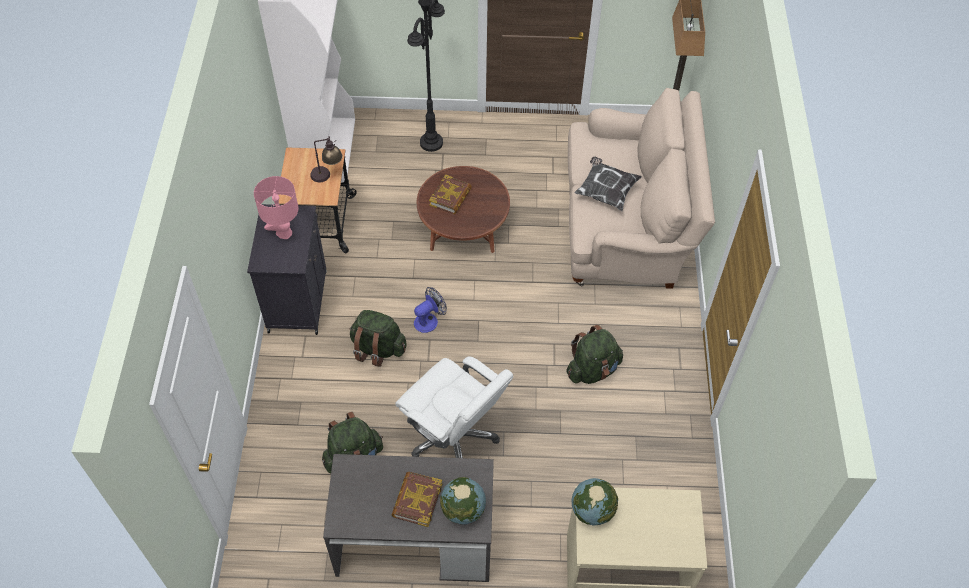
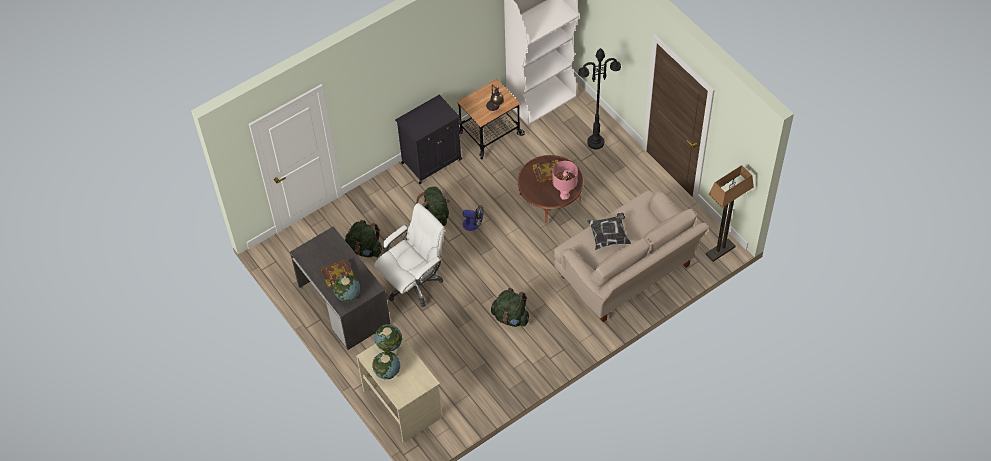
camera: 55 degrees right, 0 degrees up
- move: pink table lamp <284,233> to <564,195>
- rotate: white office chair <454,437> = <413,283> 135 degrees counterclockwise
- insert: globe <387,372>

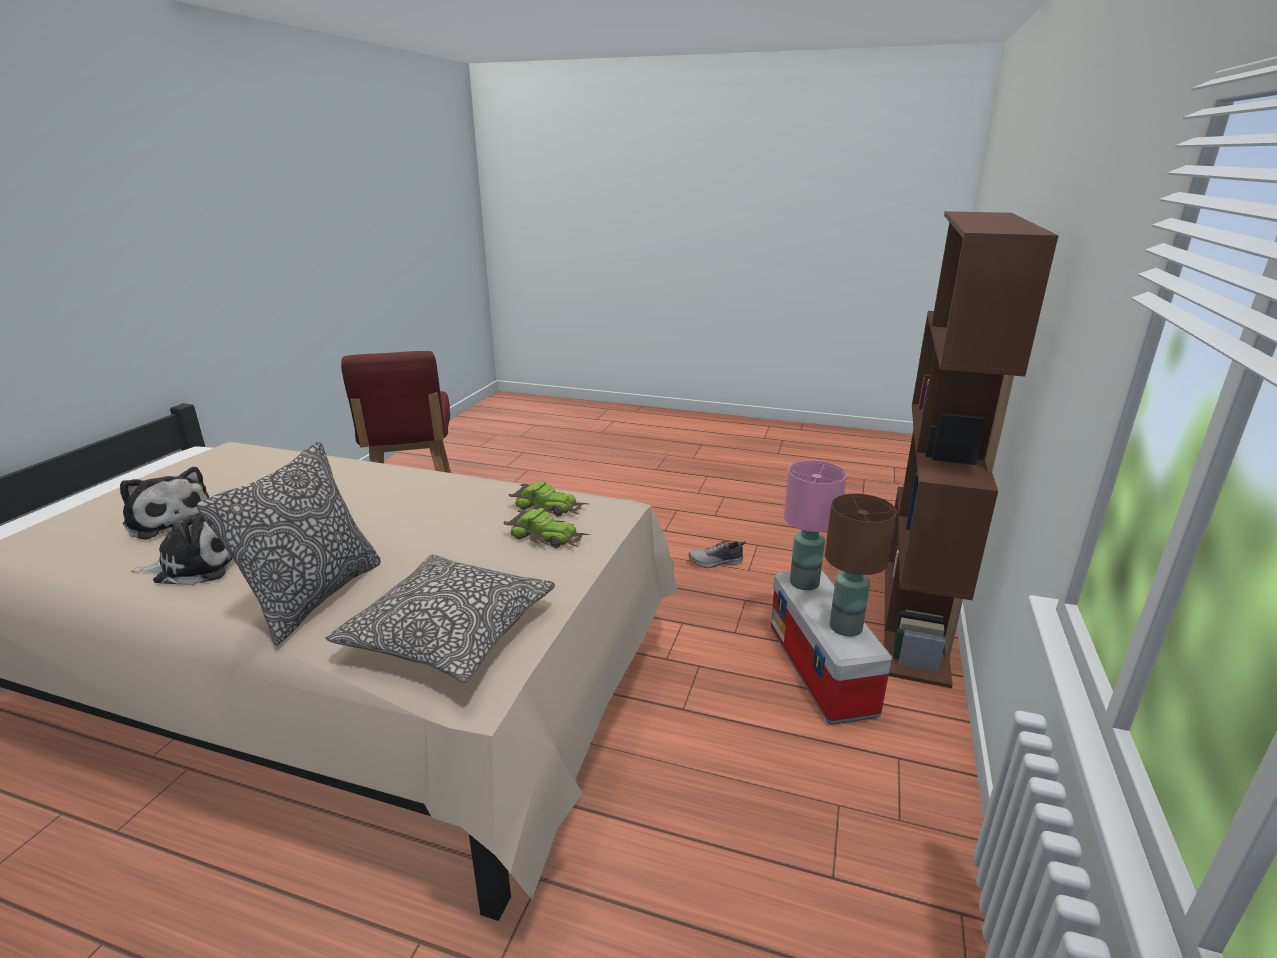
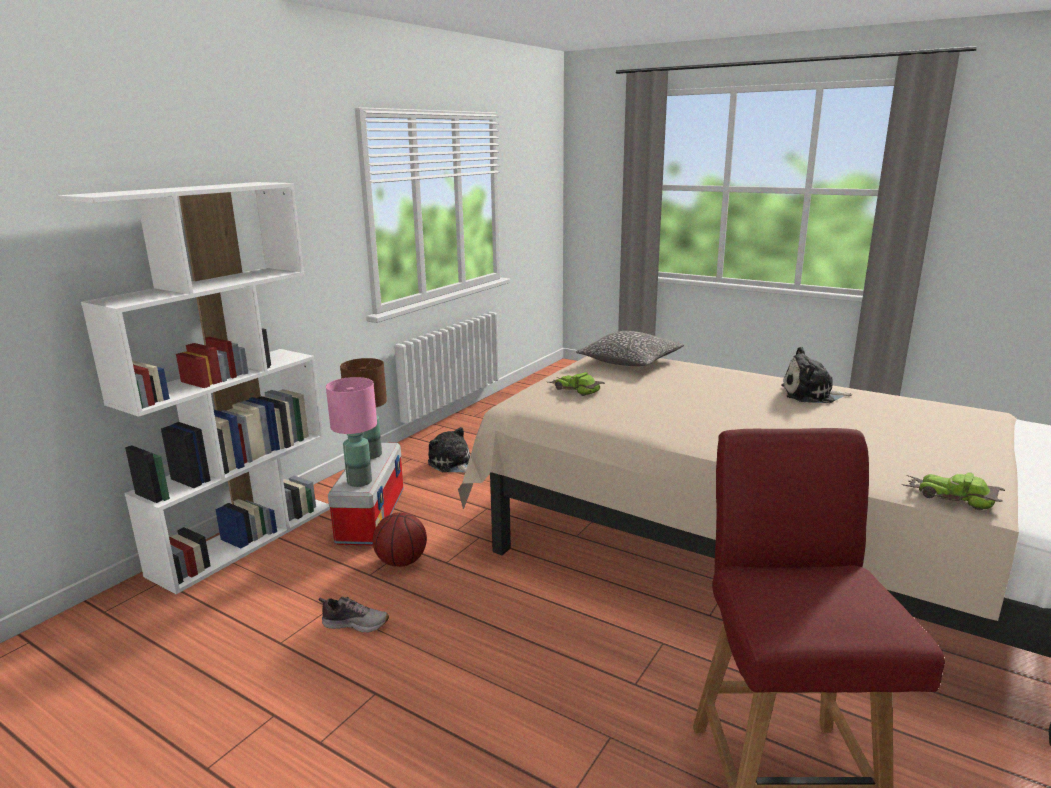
camera: 165 degrees left, 5 degrees down
- move: plush toy <168,519> to <452,464>
- delete: pillow <315,597>
- move: toy car <549,507> to <951,497>
- recolor: brown bookcase <915,617> to white bookcase <245,538>
- insert: basketball <401,561>

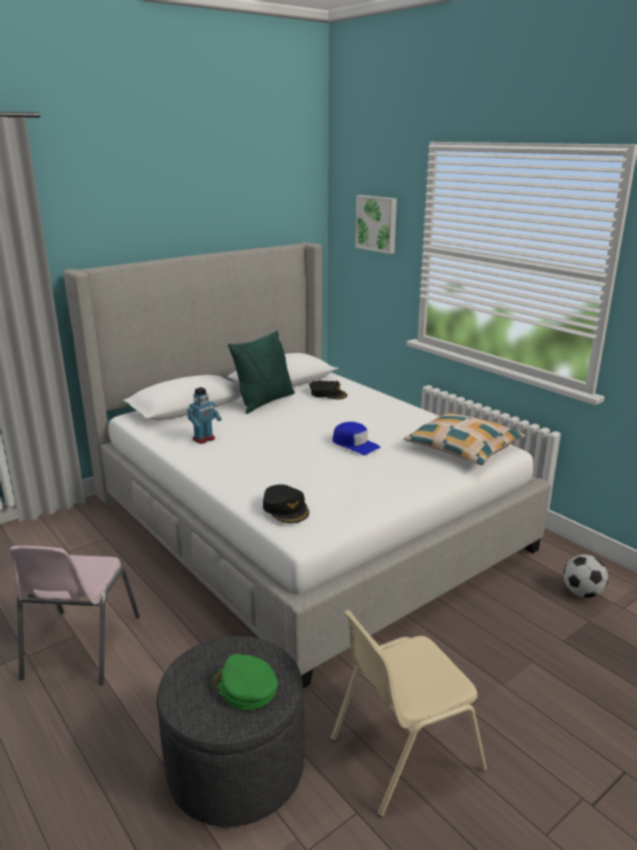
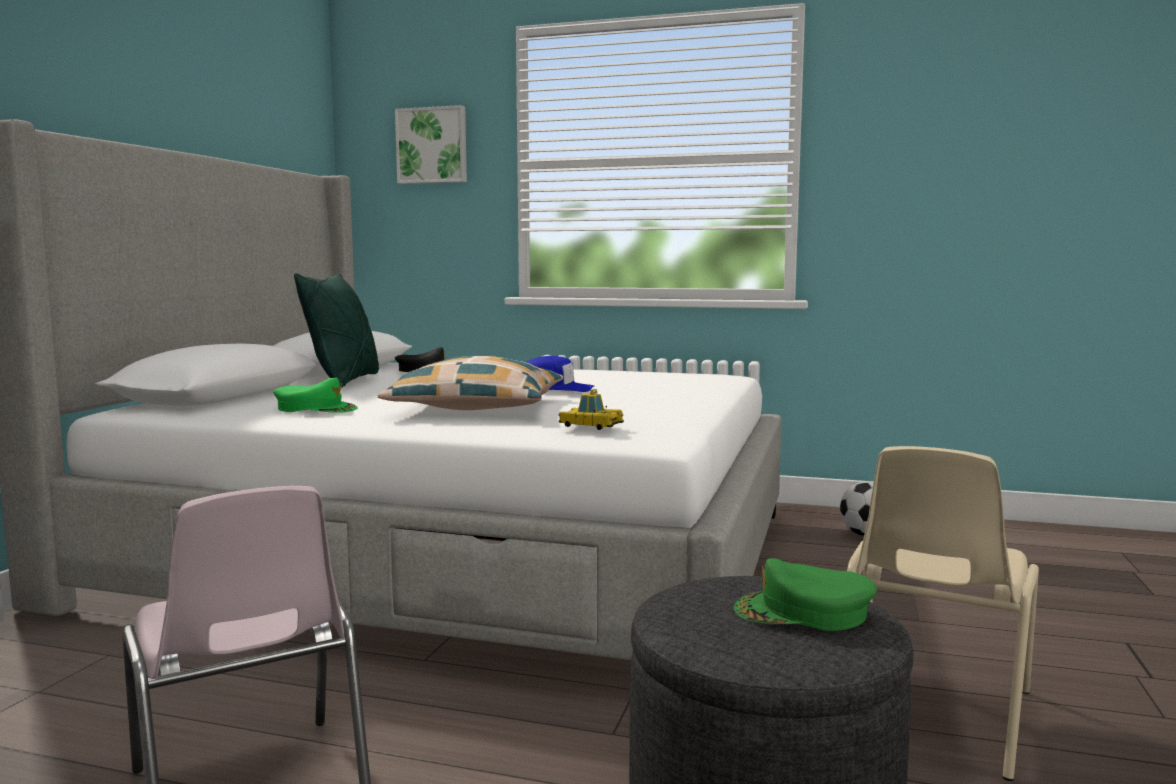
camera: 35 degrees left, 15 degrees down
- replace: toy robot <204,439> to green cap <316,409>
- replace: black cap <286,509> to toy car <590,425>
- move: pillow <463,448> to <478,407>

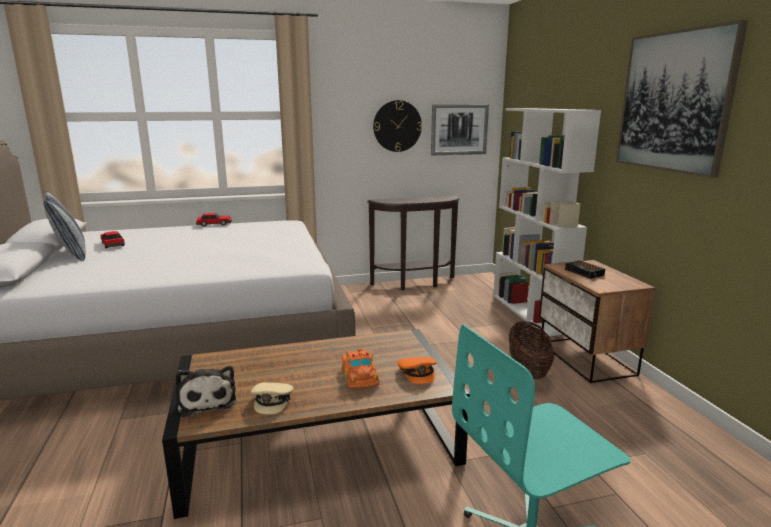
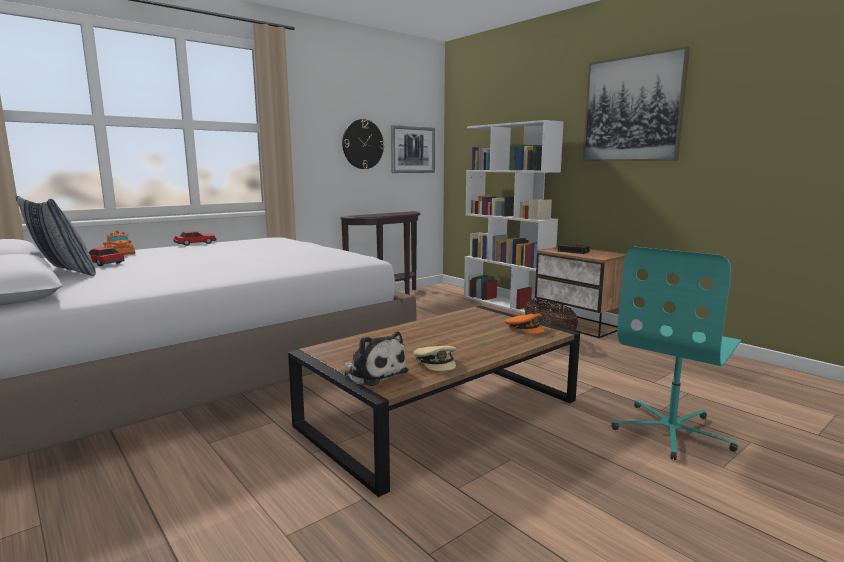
camera: 25 degrees left, 5 degrees down
- move: orange toy car <360,376> to <120,253>

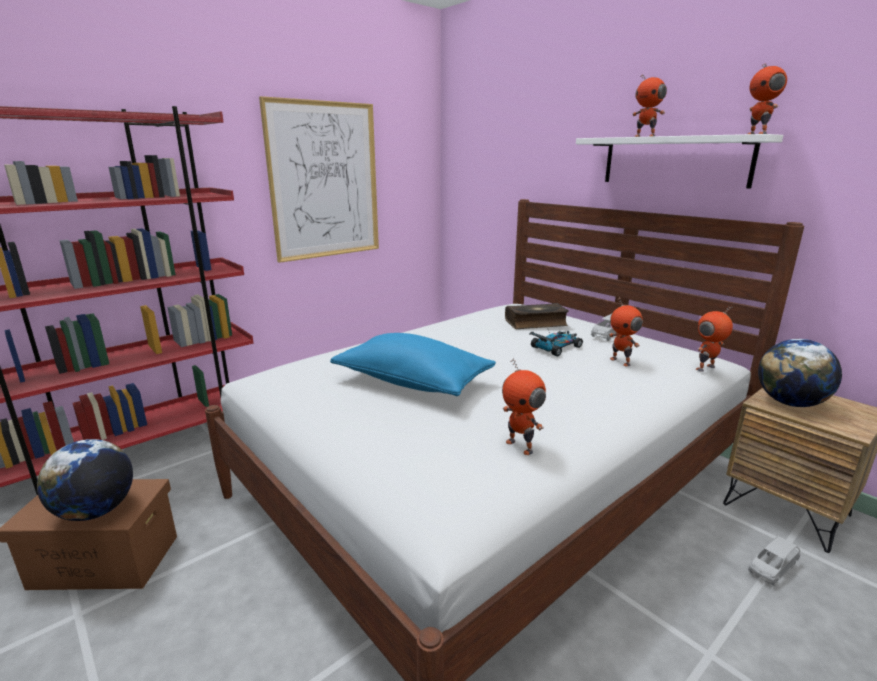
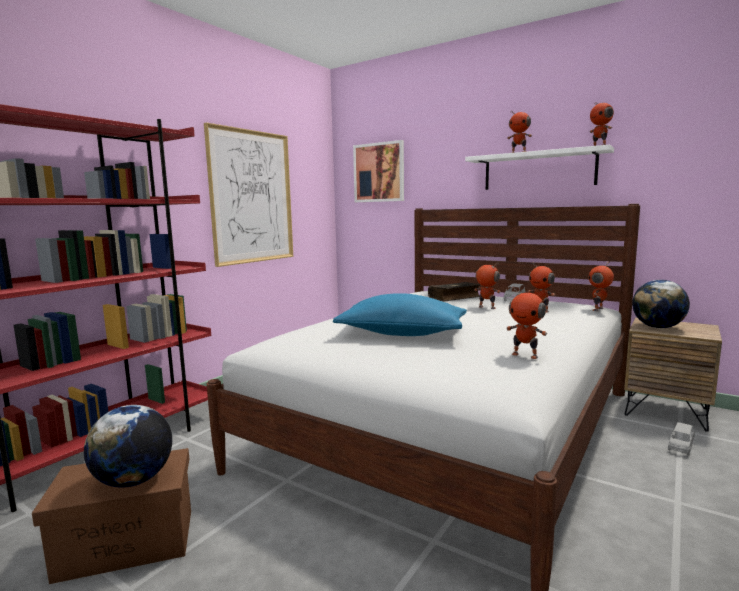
camera: 15 degrees left, 10 degrees down
- replace: toy car <556,347> to toy robot <486,308>
- insert: picture <379,172>

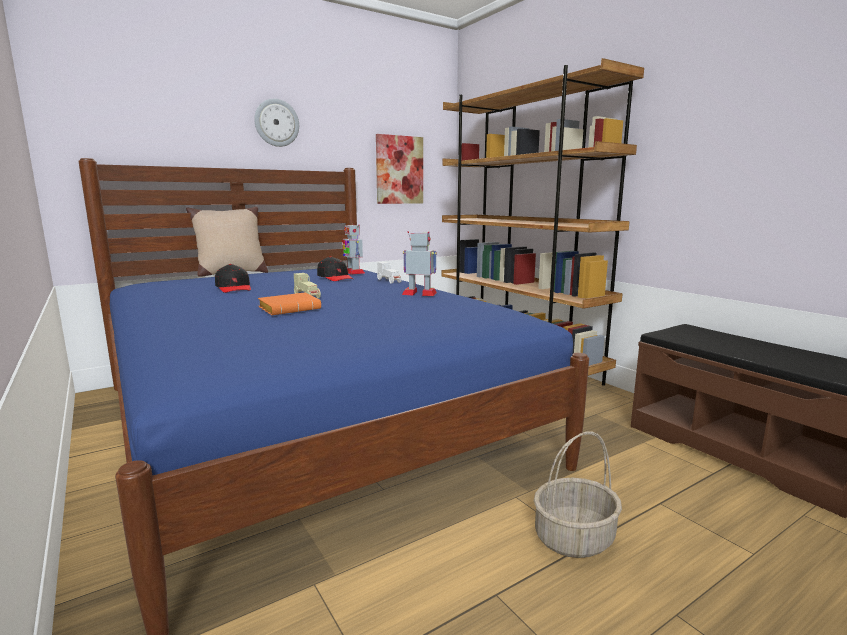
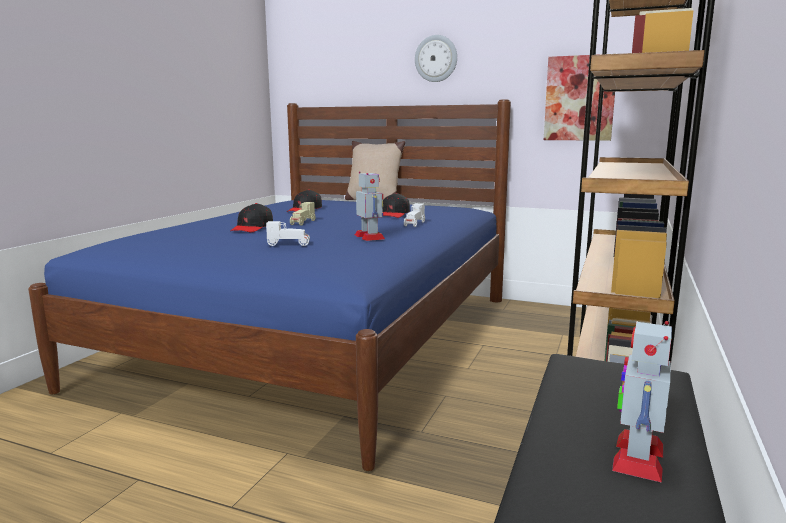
camera: 55 degrees right, 0 degrees up
- replace: orange book <290,309> to black cap <252,228>
- move: toy robot <353,272> to <638,456>
- delete: basket <574,539>
- insert: white toy car <289,244>

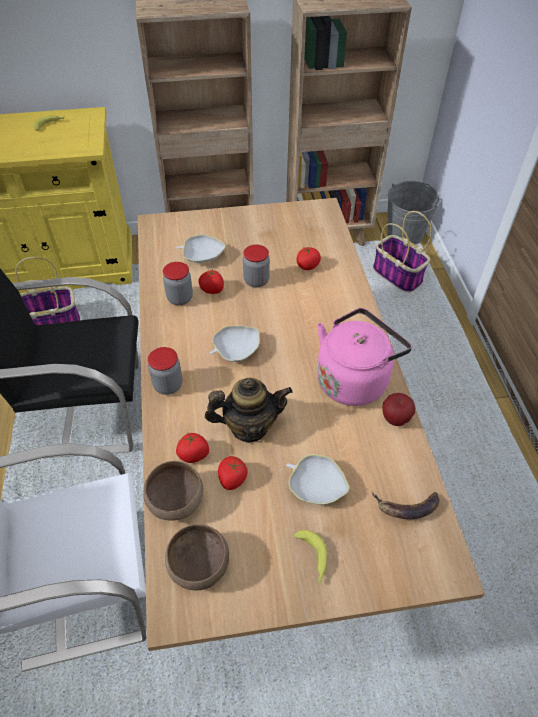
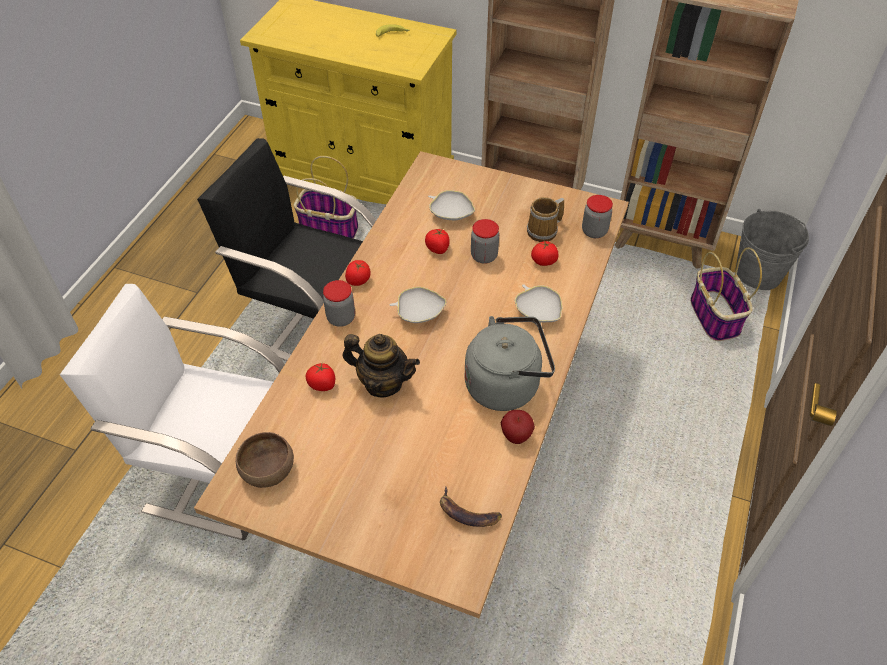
camera: 30 degrees right, 0 degrees up
- delete: brown bowl <177,501>
- move: jar <180,298> to <594,231>
- move: tomato <232,479> to <358,280>
- move: white bowl <316,486> to <538,311>
- delete: banana <312,559>
- recolor: pink kettle <354,379> to grey kettle <506,384>
- insert: mug <544,231>

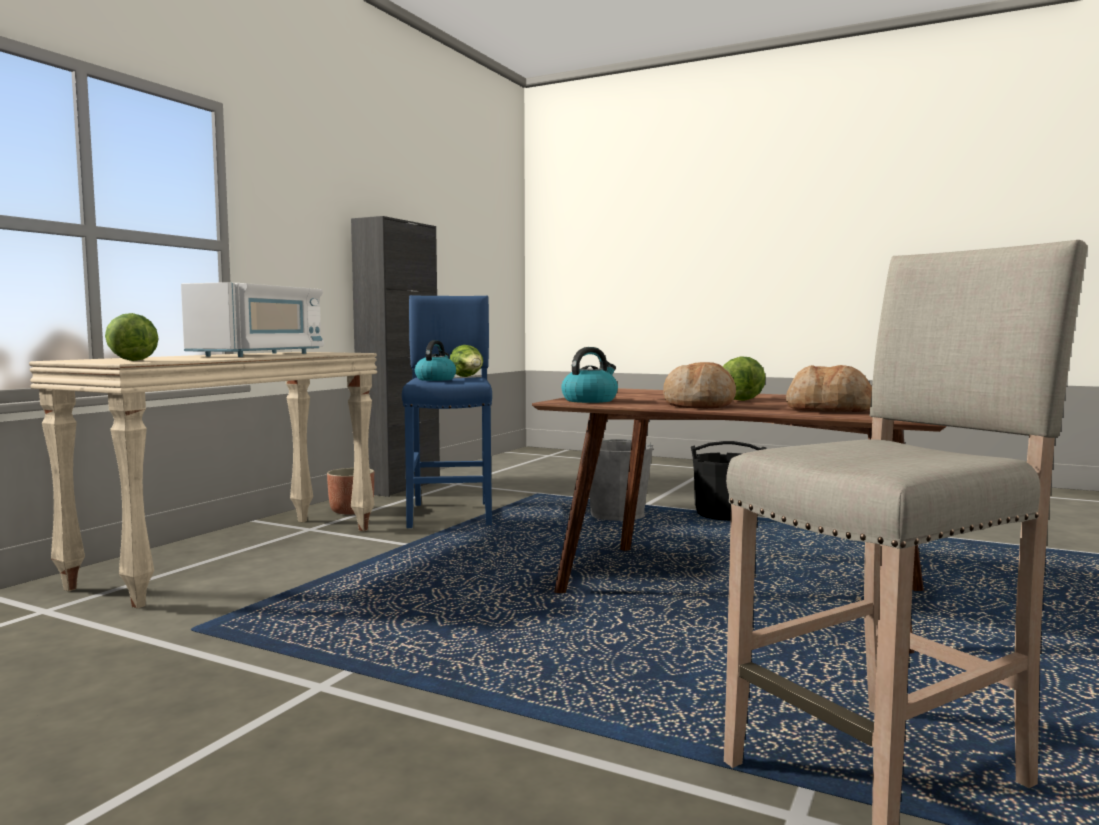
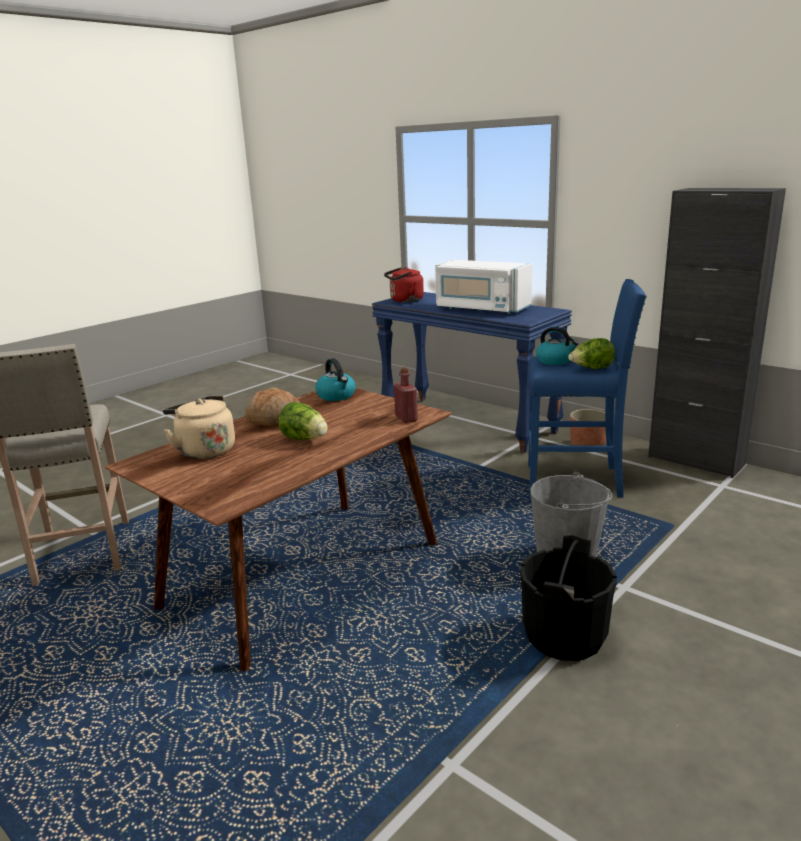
camera: 105 degrees right, 15 degrees up
- recolor: beige console table <234,556> to blue console table <469,423>
- replace: lettuce <132,360> to red kettle <404,300>
- replace: bread <828,410> to beige kettle <204,450>
- insert: red bottle <406,418>

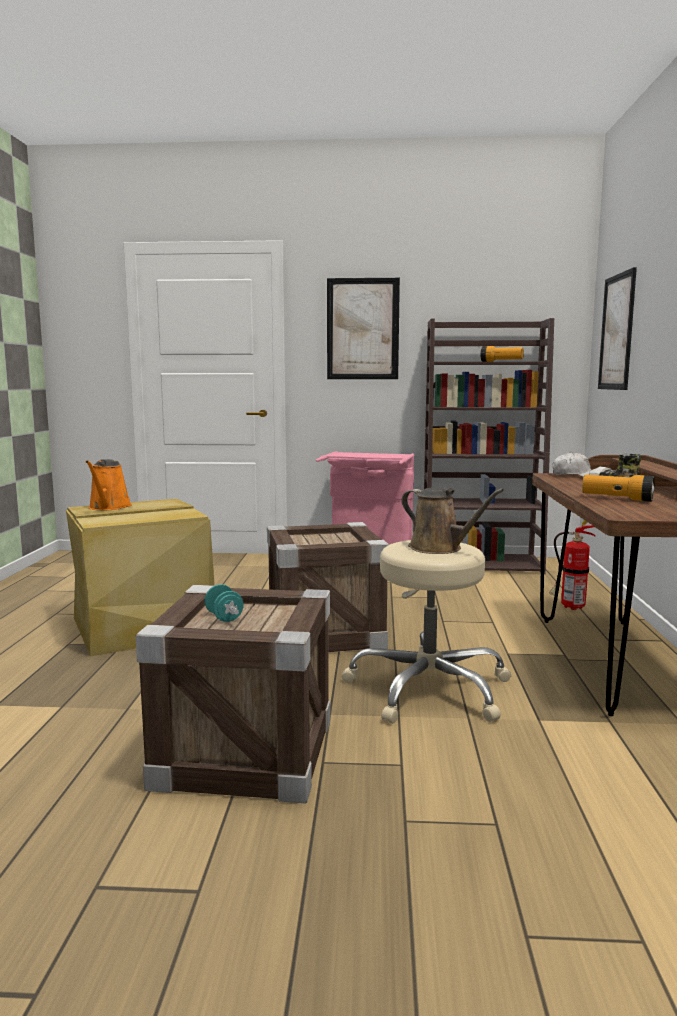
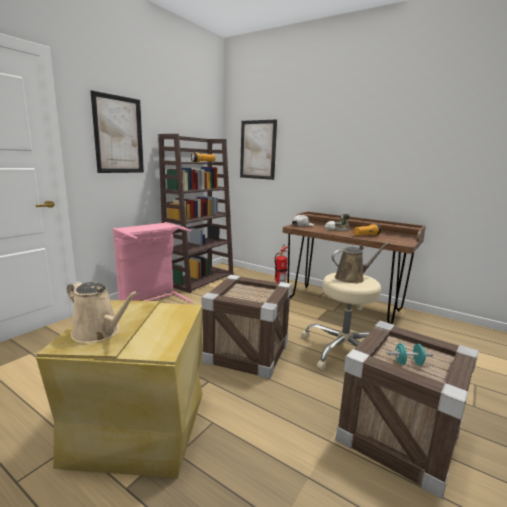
camera: 60 degrees left, 5 degrees up
- recolor: orange watering can <108,507> to beige watering can <99,332>

